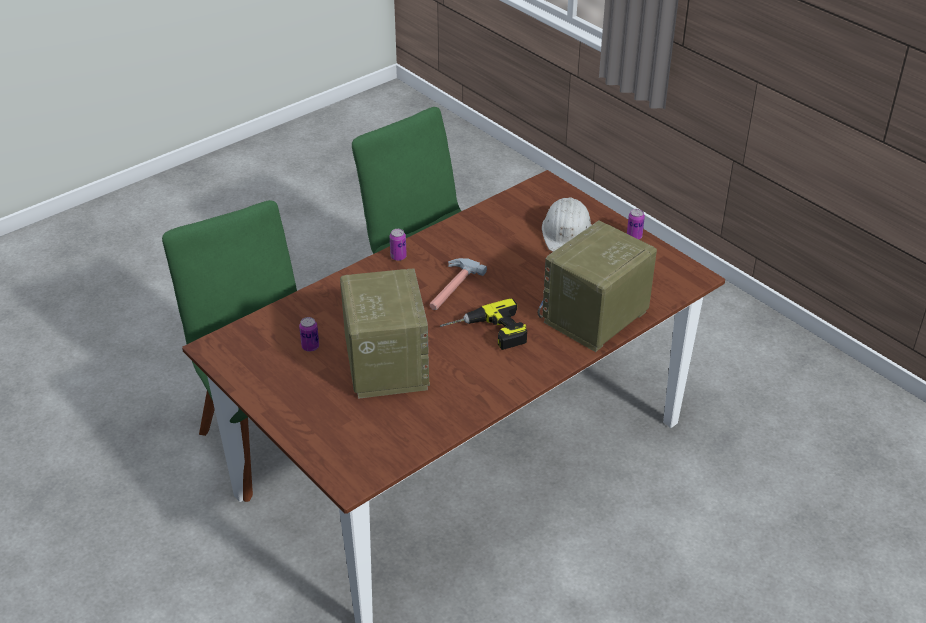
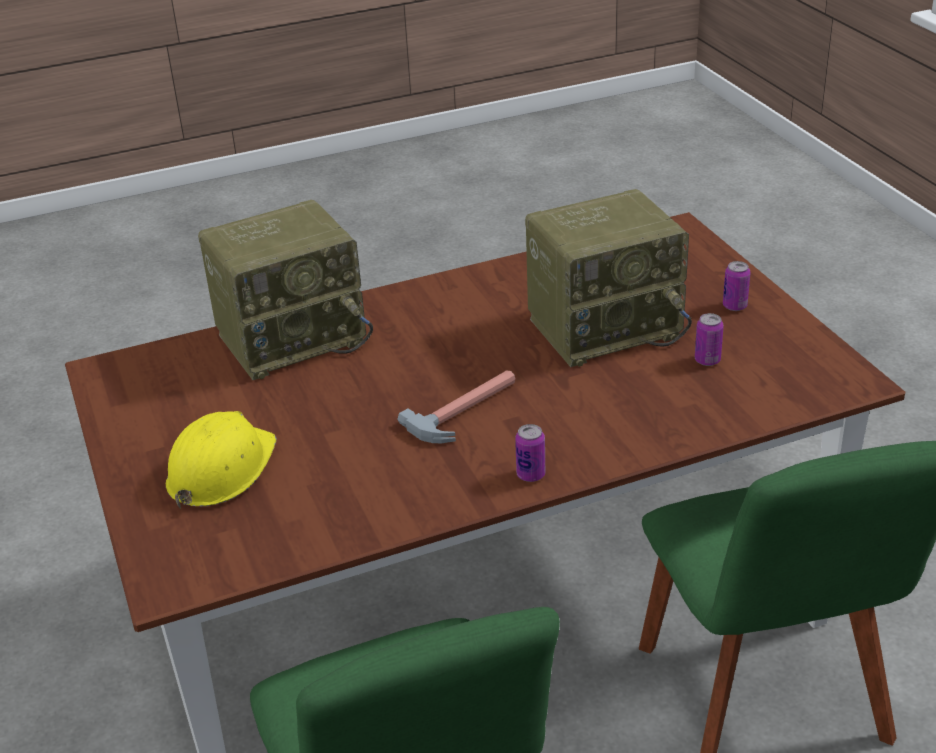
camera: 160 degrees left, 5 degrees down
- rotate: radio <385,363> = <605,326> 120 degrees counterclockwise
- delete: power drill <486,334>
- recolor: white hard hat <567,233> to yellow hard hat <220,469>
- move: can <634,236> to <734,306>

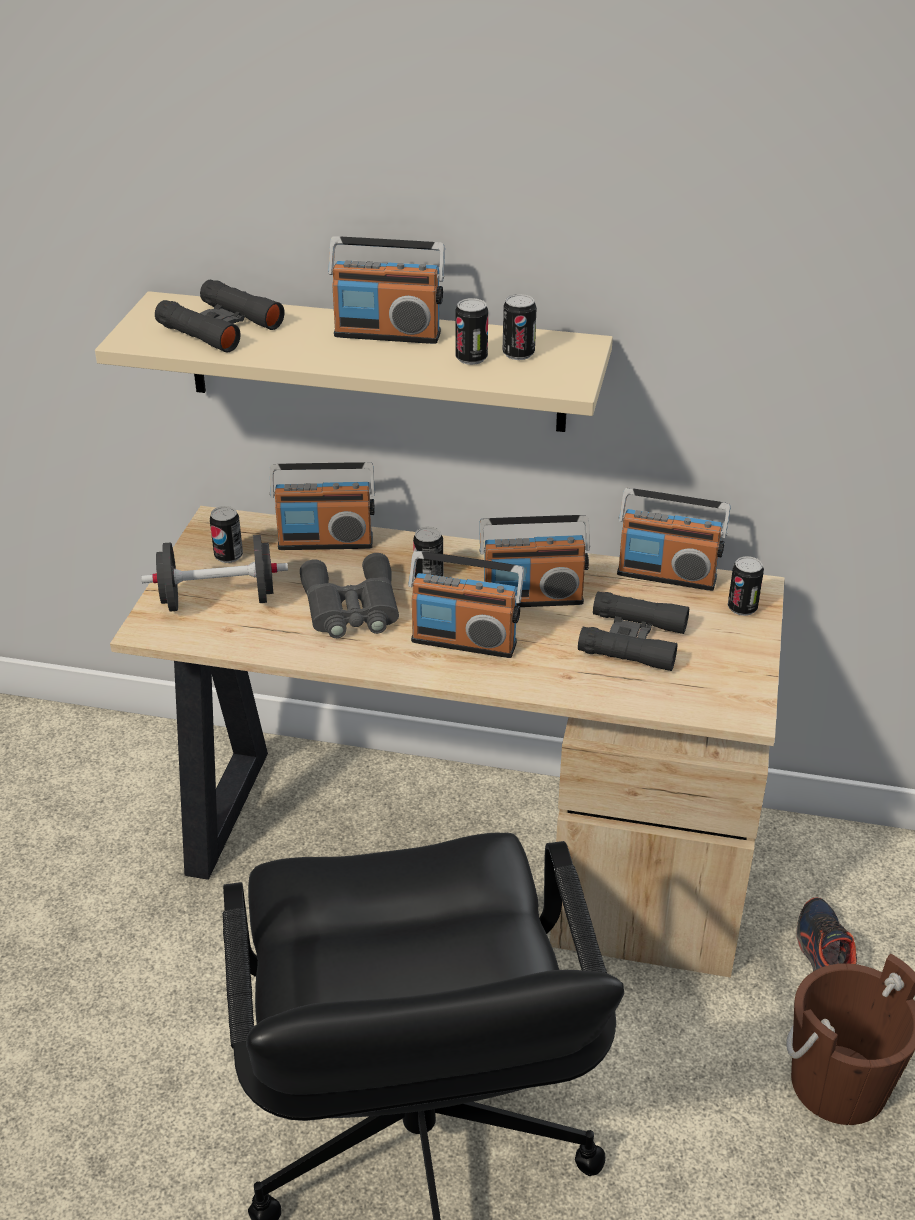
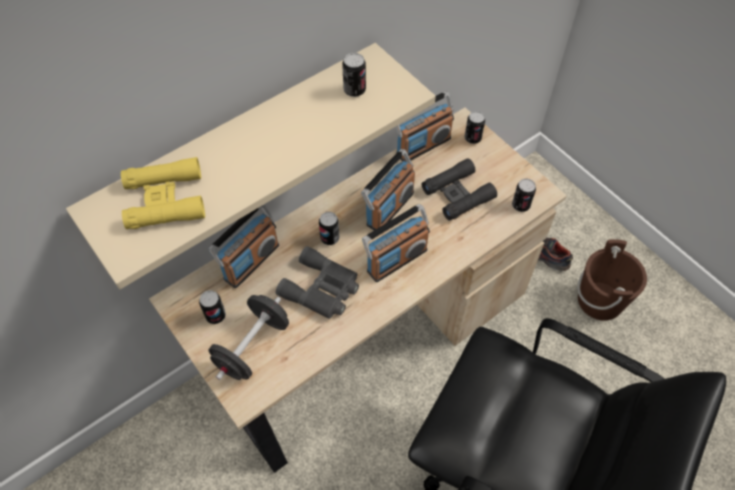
camera: 50 degrees left, 20 degrees up
- recolor: black binoculars <220,327> to yellow binoculars <165,200>
- delete: radio <387,334>
- move: can <471,358> to <520,205>

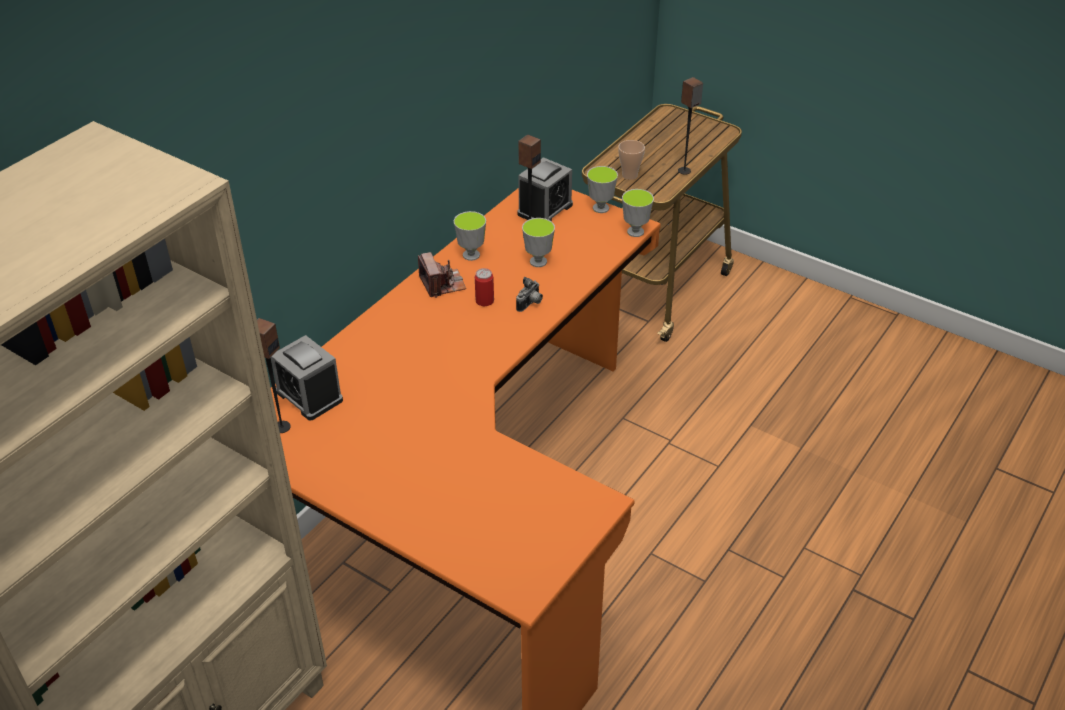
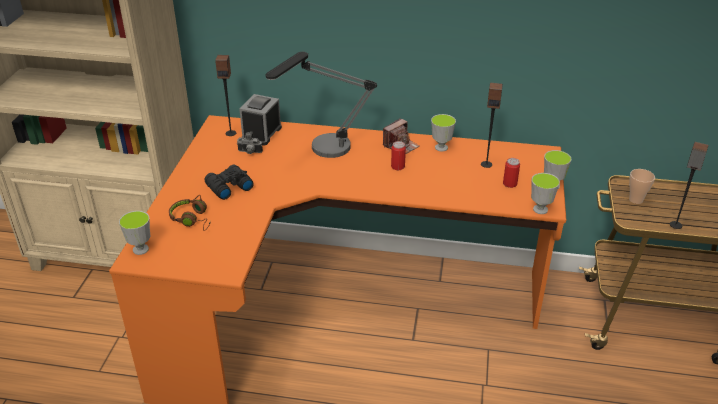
camera: 65 degrees right, 5 degrees down
- move: photo camera <530,304> to <249,152>
- delete: alarm clock <545,209>
- move: cup <538,262> to <140,249>
- insert: brown headphones <192,219>
- insert: black binoculars <228,187>
- insert: table lamp <322,152>
- insert: can <509,184>

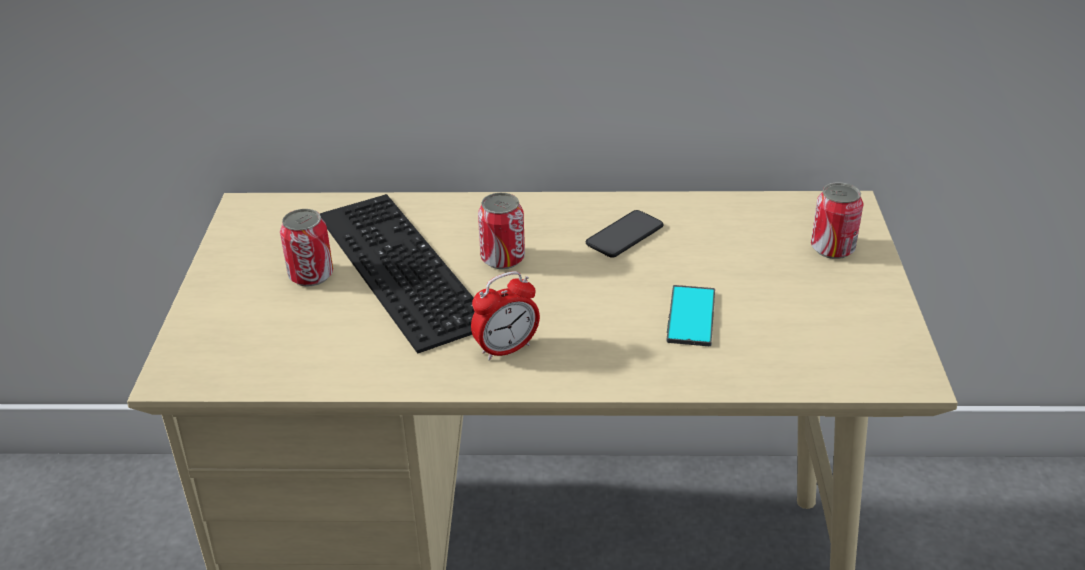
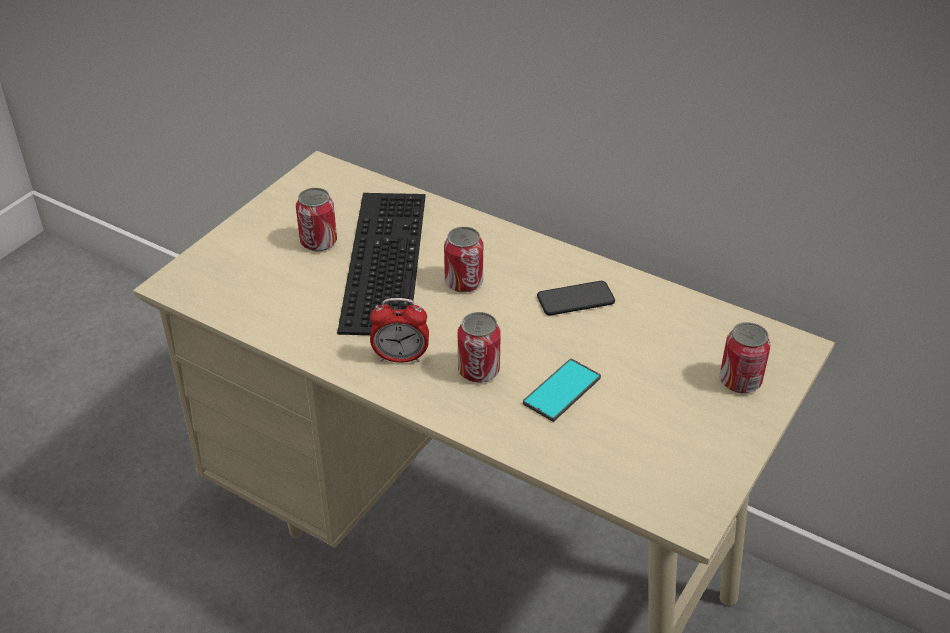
camera: 30 degrees right, 5 degrees up
- insert: can <478,370>

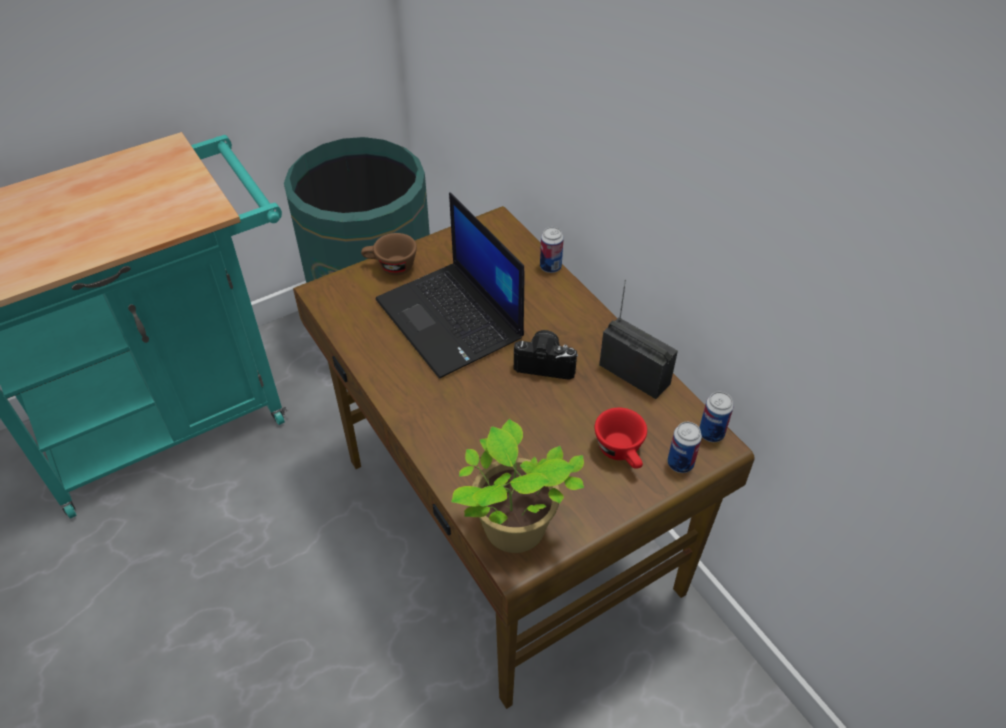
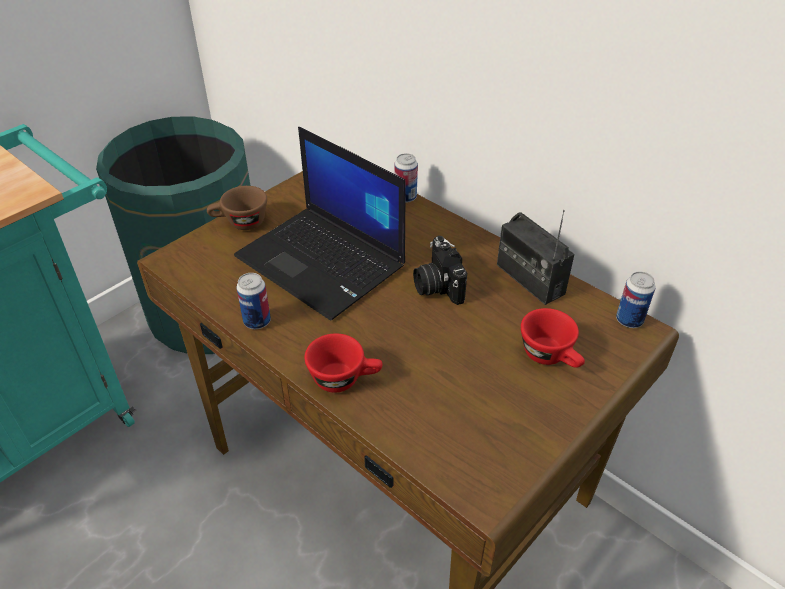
camera: 15 degrees left, 5 degrees down
- delete: potted plant <513,532>
- rotate: photo camera <545,363> = <437,286> 105 degrees counterclockwise
- rotate: radio <634,374> = <529,279> 150 degrees counterclockwise
- move: can <680,463> to <257,321>
- insert: red cup <345,378>

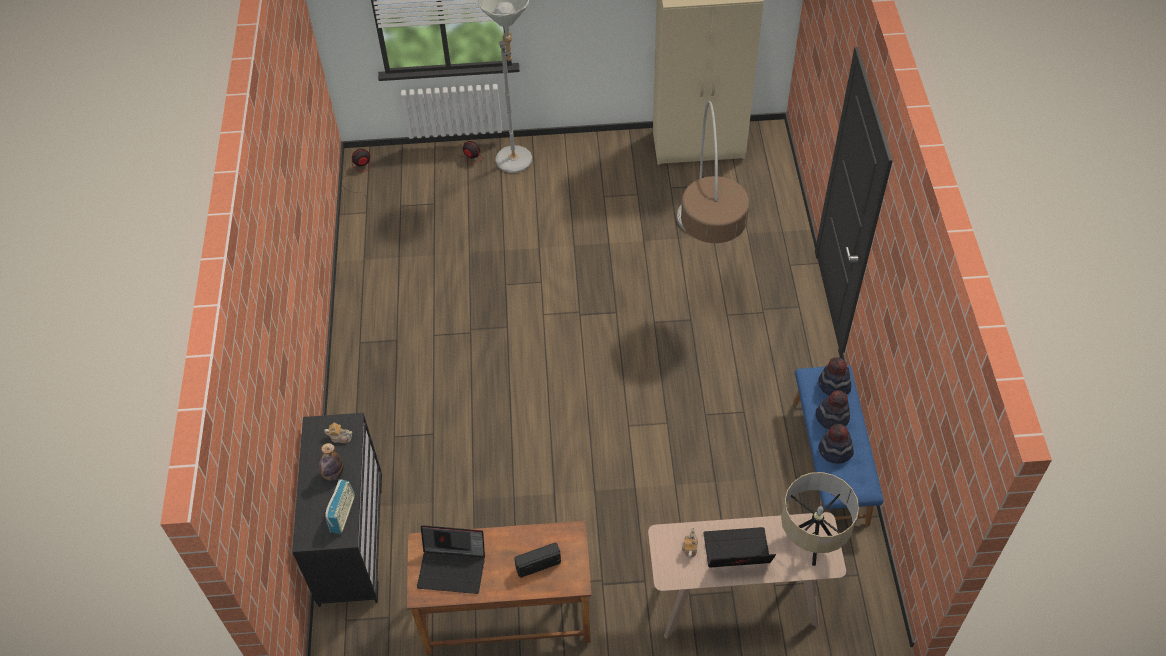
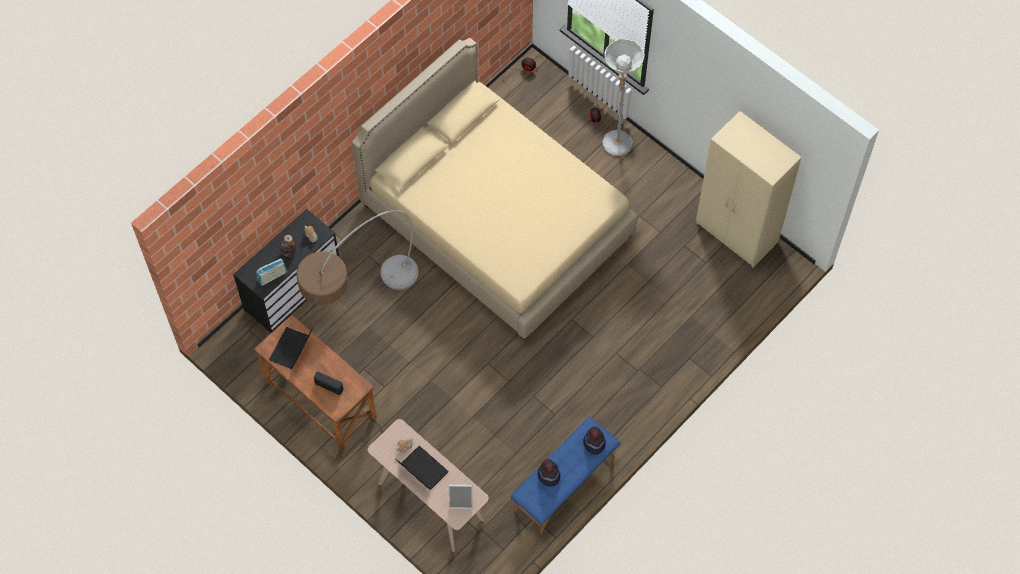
camera: 45 degrees right, 10 degrees up
- rotate: laptop <453,568> = <292,350> 60 degrees clockwise
- move: floor lamp <703,267> to <360,305>
- replace: beige table lamp <811,542> to picture frame <461,500>
- delete: hat <832,417>
- insert: beige bed <497,221>

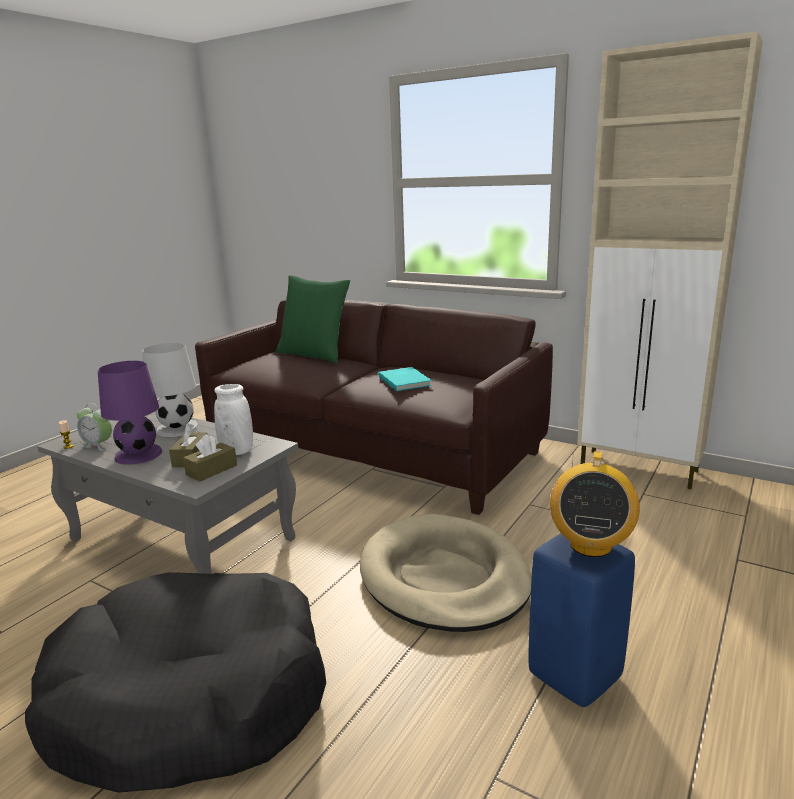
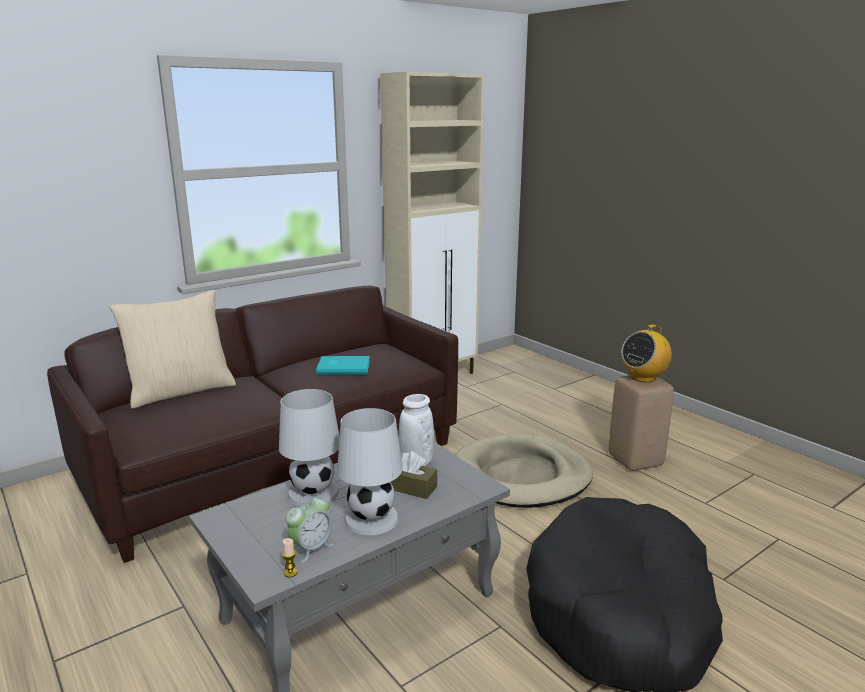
camera: 70 degrees left, 0 degrees up
- recolor: purple table lamp <139,454> to white table lamp <371,518>
- delete: brown tissue box <211,470>
- recolor: green pillow <314,354> to beige pillow <181,391>
- recolor: blue stool <575,677> to beige stool <636,461>
- rotate: radio <590,545> = <643,377> 105 degrees clockwise

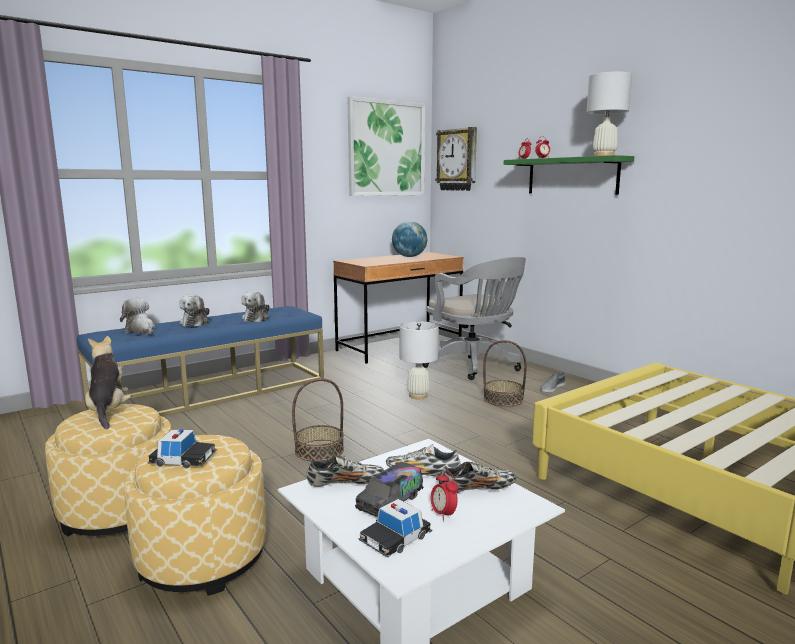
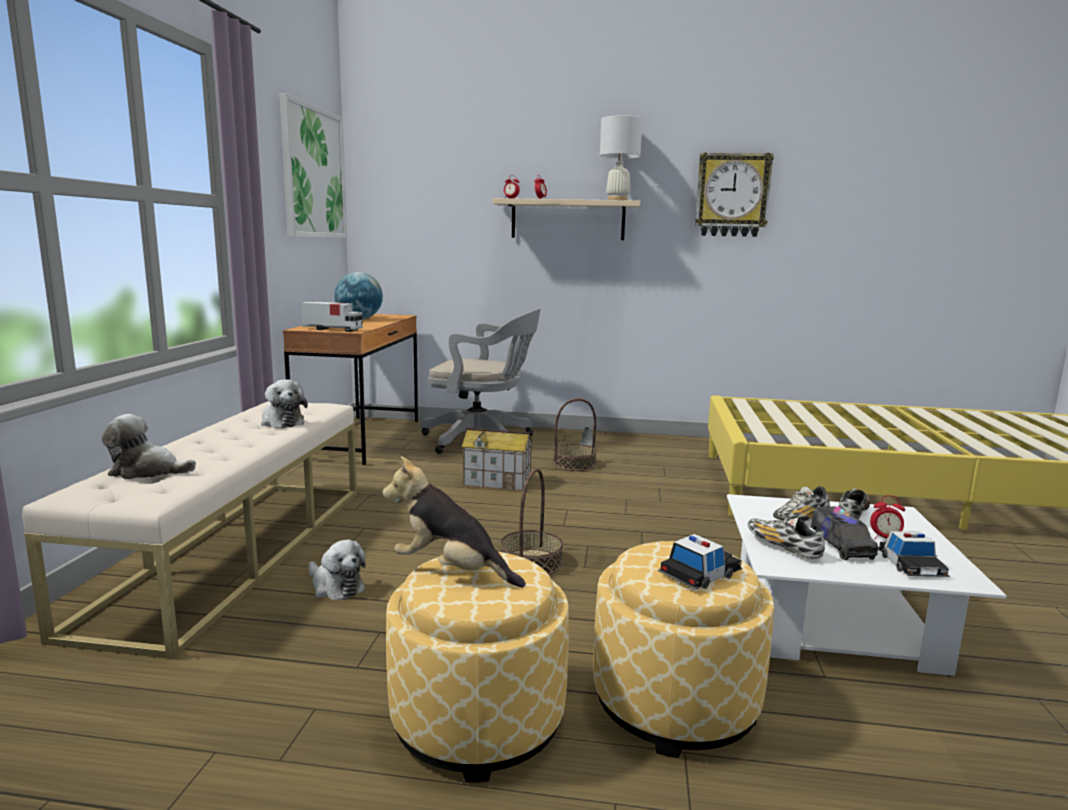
camera: 45 degrees left, 0 degrees up
- recolor: blue bench <212,392> to beige bench <236,551>
- move: plush toy <195,322> to <335,587>
- rotate: shoe <346,483> = <782,547> 75 degrees counterclockwise
- replace: white table lamp <418,396> to toy house <498,482>
- move: wall clock <457,160> to <732,195>
- recolor: green shelf <572,176> to beige shelf <568,220>
- insert: toy truck <333,329>

